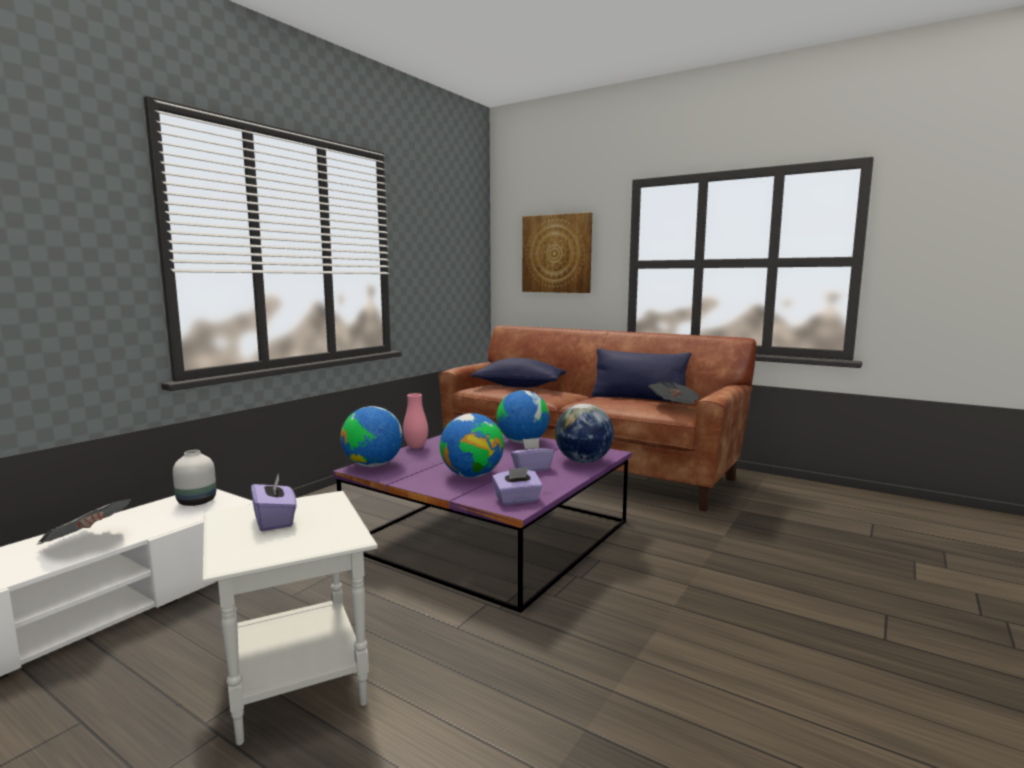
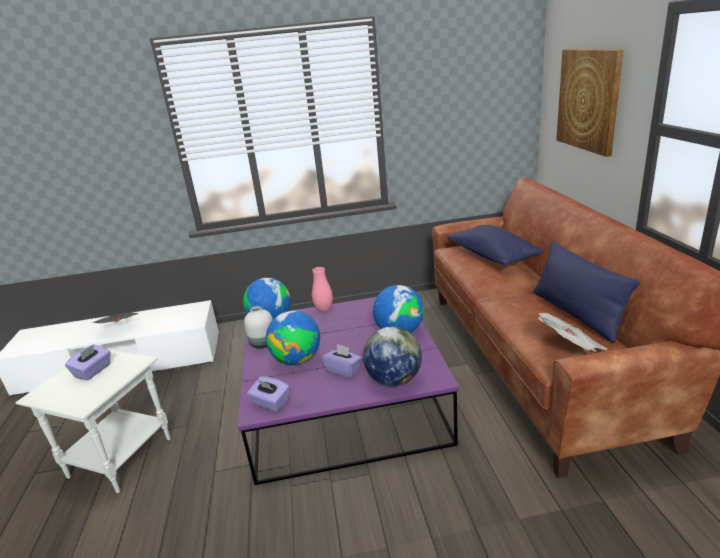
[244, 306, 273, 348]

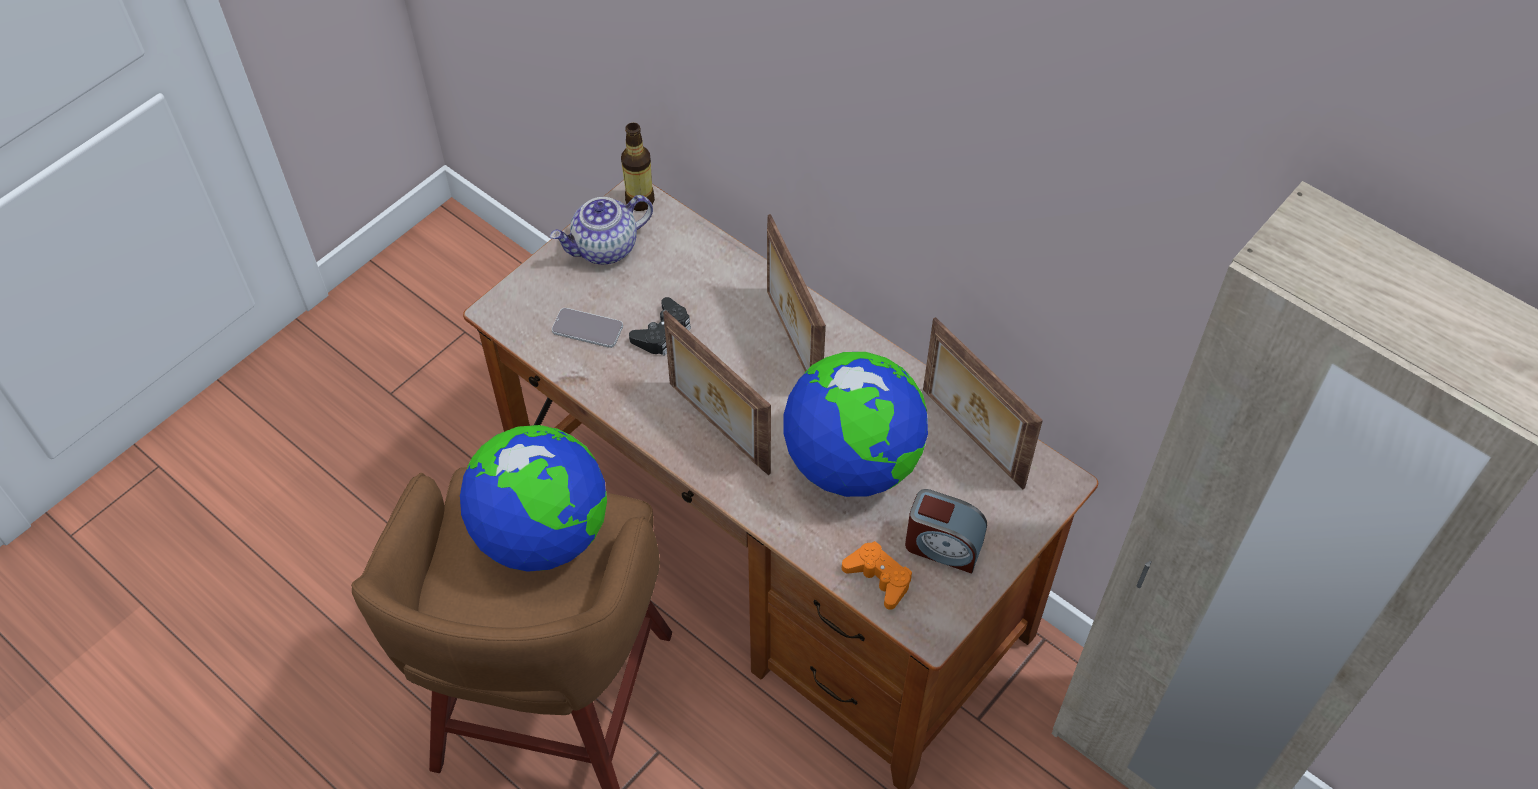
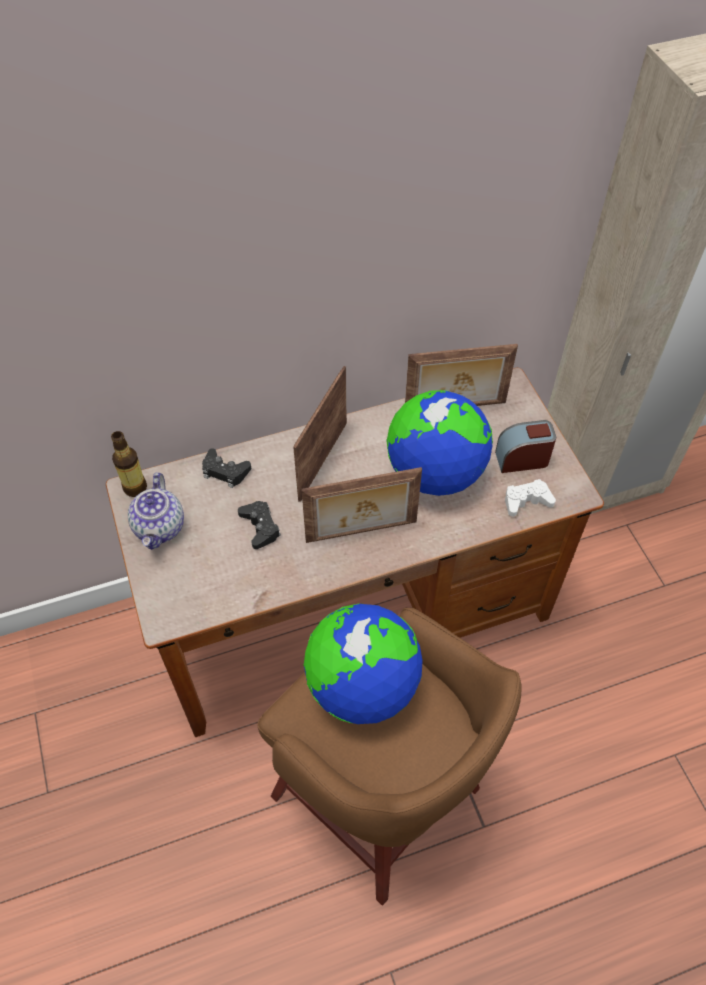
[552, 308, 623, 348] (first image)
[202, 448, 251, 488]
[505, 479, 556, 516]
[293, 366, 347, 502]
[495, 420, 556, 473]

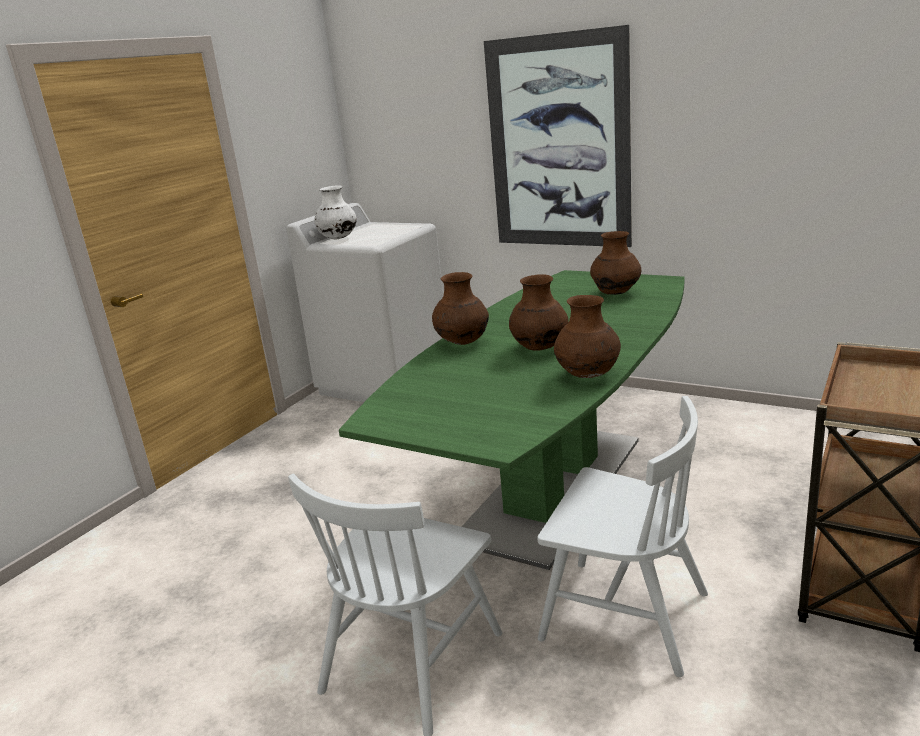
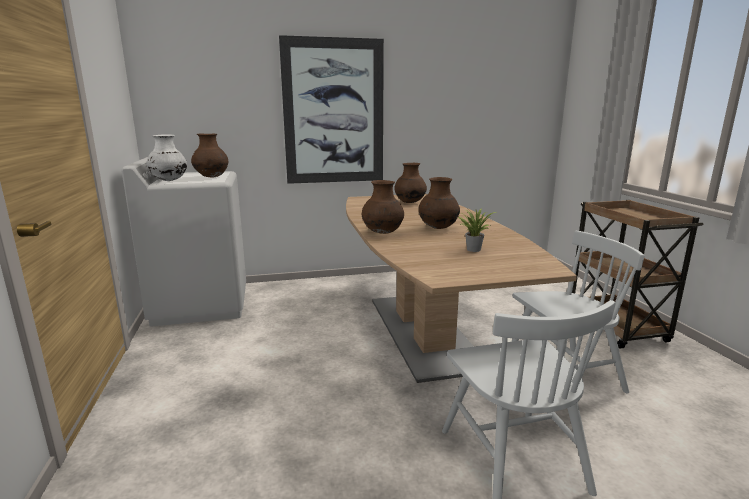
[458, 208, 497, 252]
[191, 134, 228, 177]
[346, 194, 577, 383]

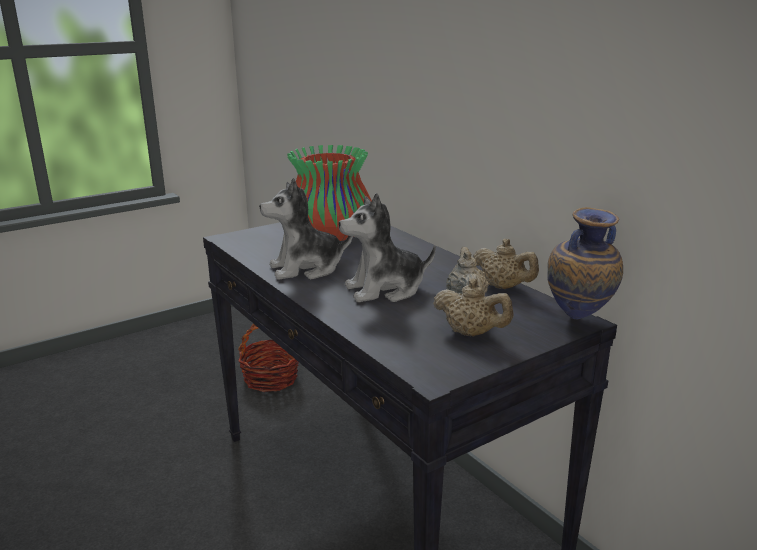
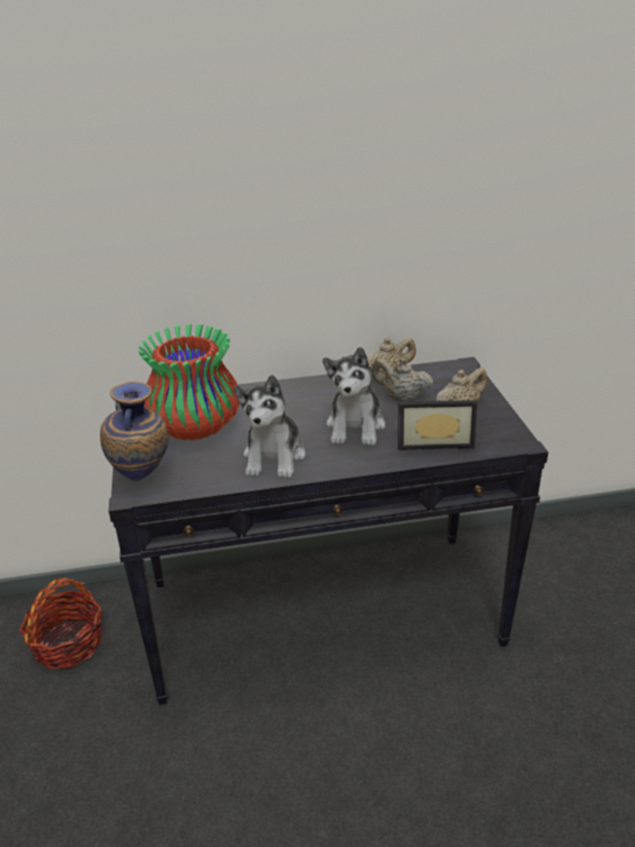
[398, 400, 477, 450]
[100, 381, 168, 481]

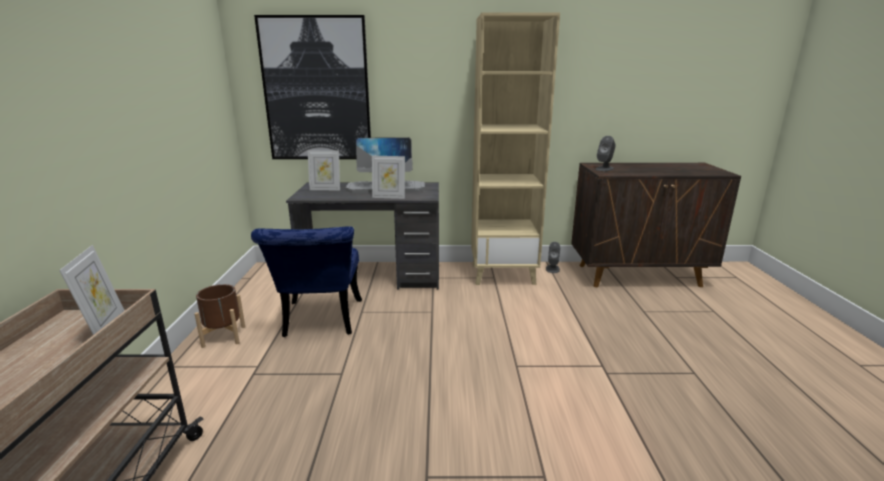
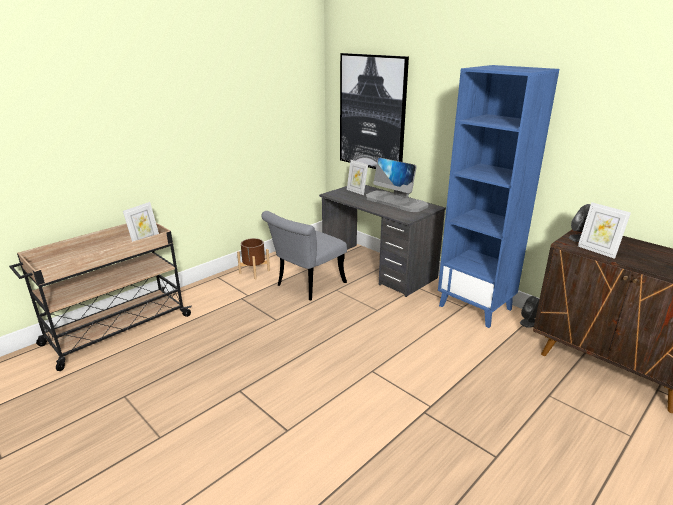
[578, 202, 631, 259]
[261, 211, 347, 300]
[438, 65, 559, 328]

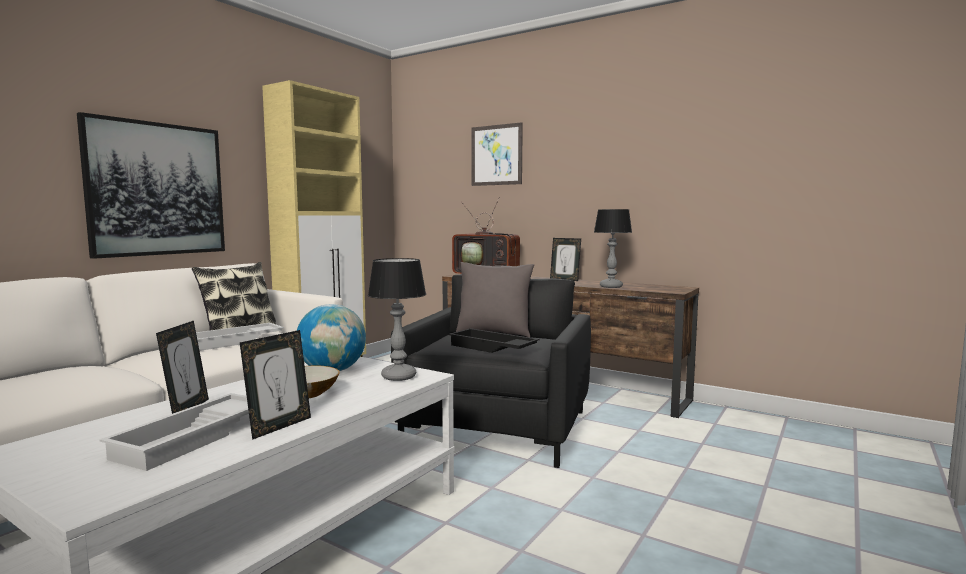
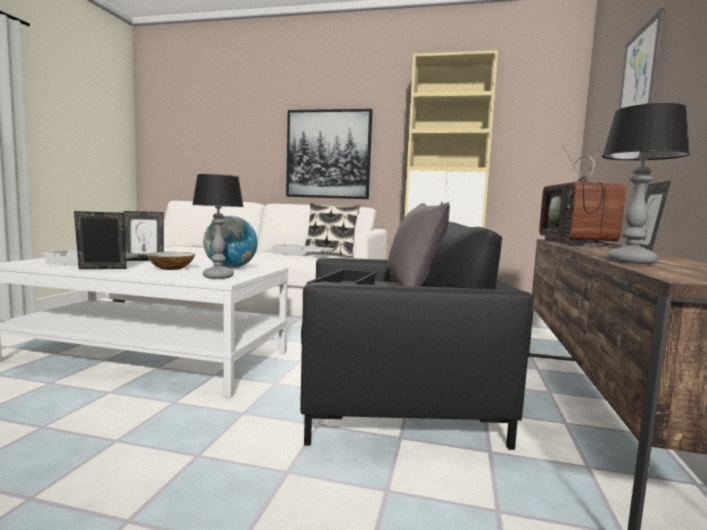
[74, 211, 127, 269]

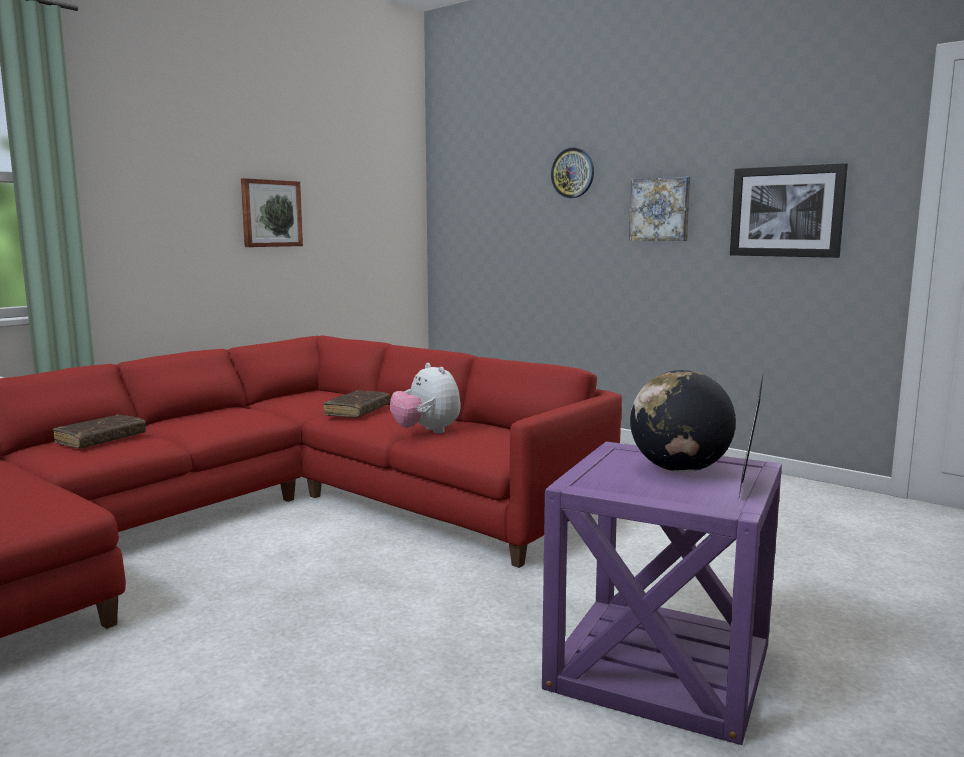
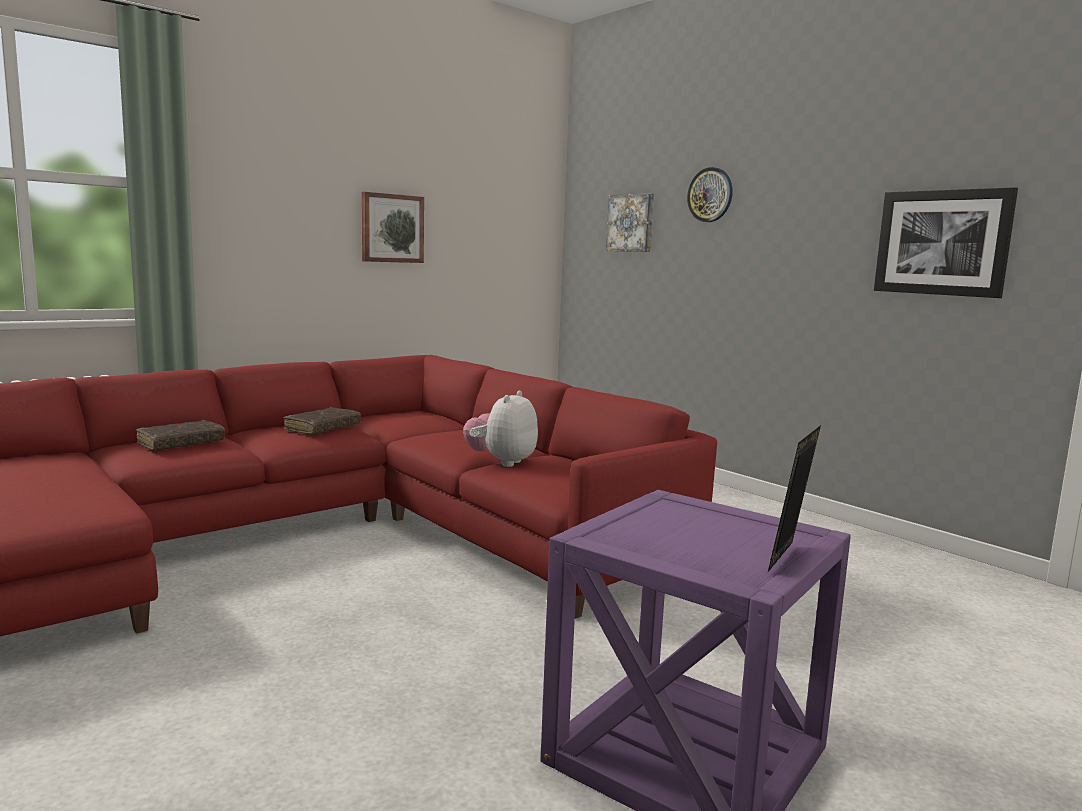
[630, 370, 736, 472] (first image)
[284, 407, 361, 435]
[606, 193, 654, 252]
[463, 391, 538, 467]

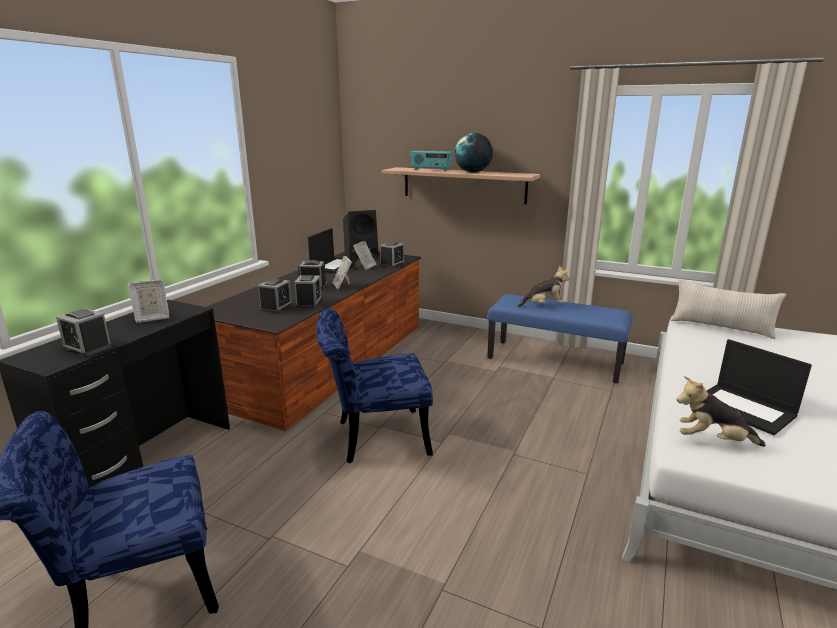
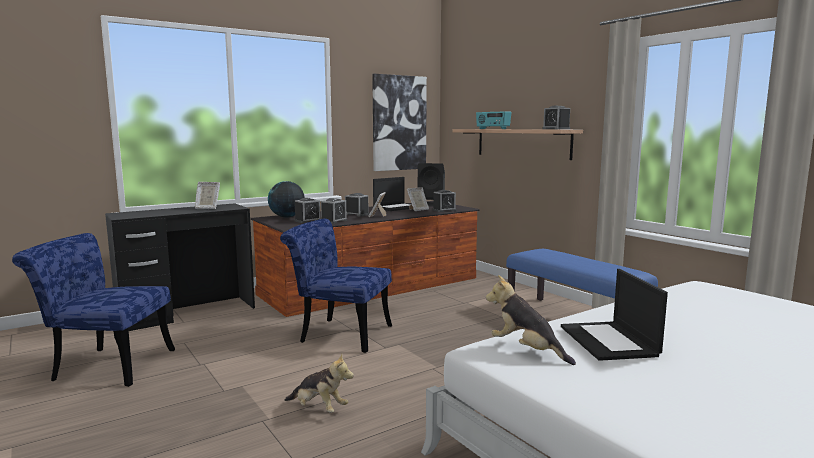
[671, 279, 786, 339] (first image)
[372, 74, 427, 171]
[542, 106, 570, 129]
[268, 181, 305, 218]
[284, 354, 354, 413]

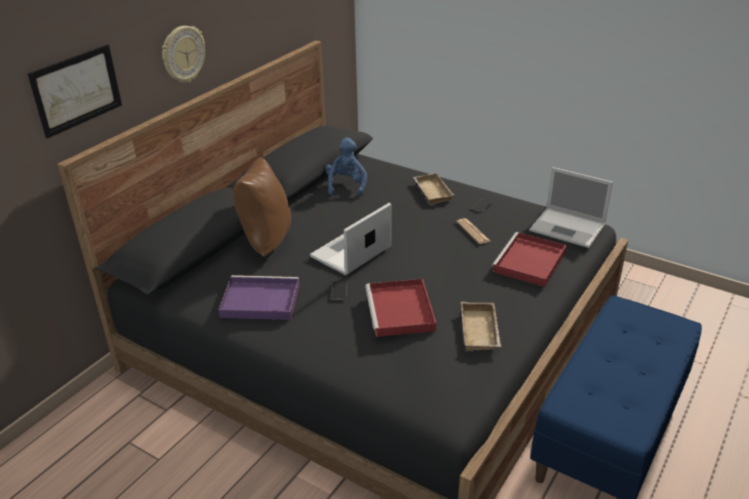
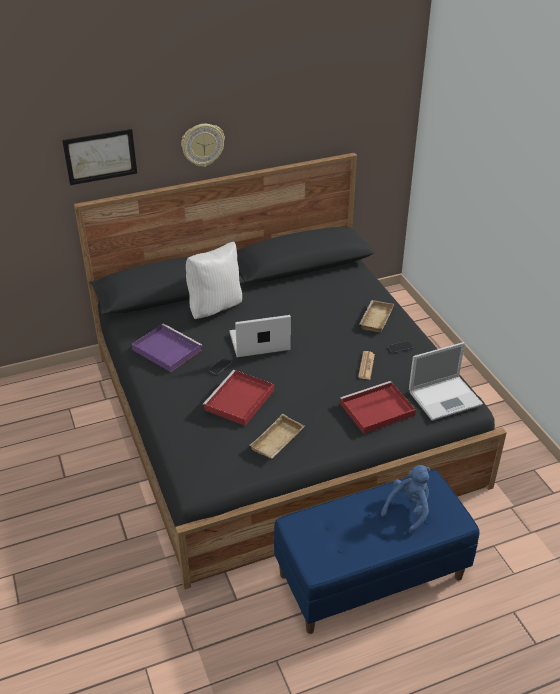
[381, 465, 430, 534]
[186, 242, 242, 319]
[409, 342, 483, 421]

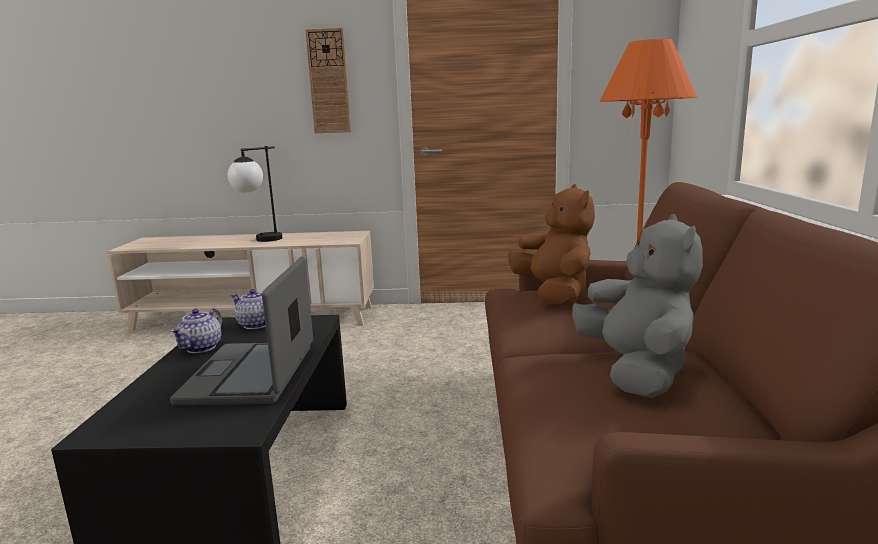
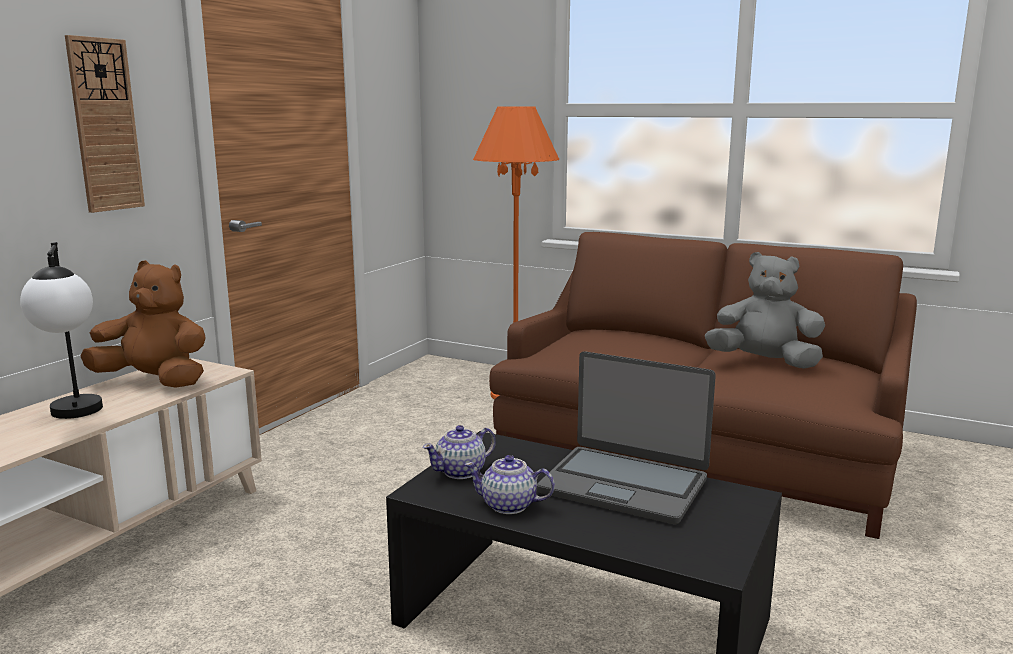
[80, 260, 206, 388]
[465, 455, 555, 514]

